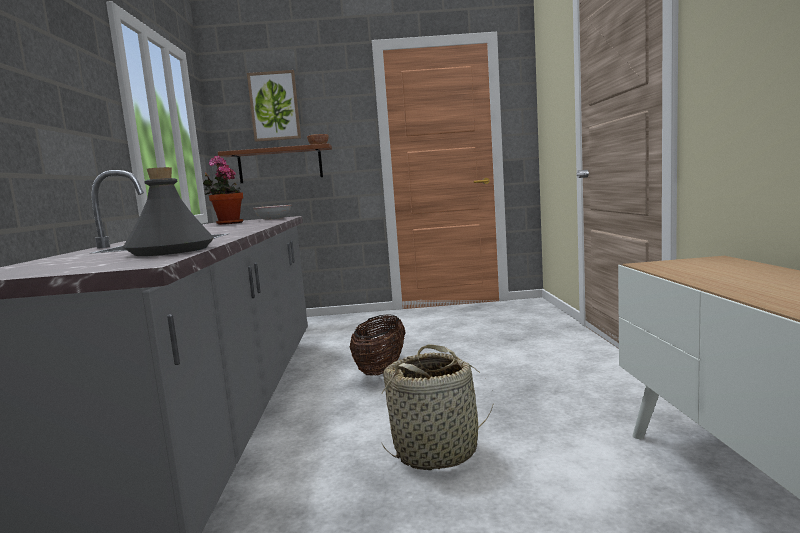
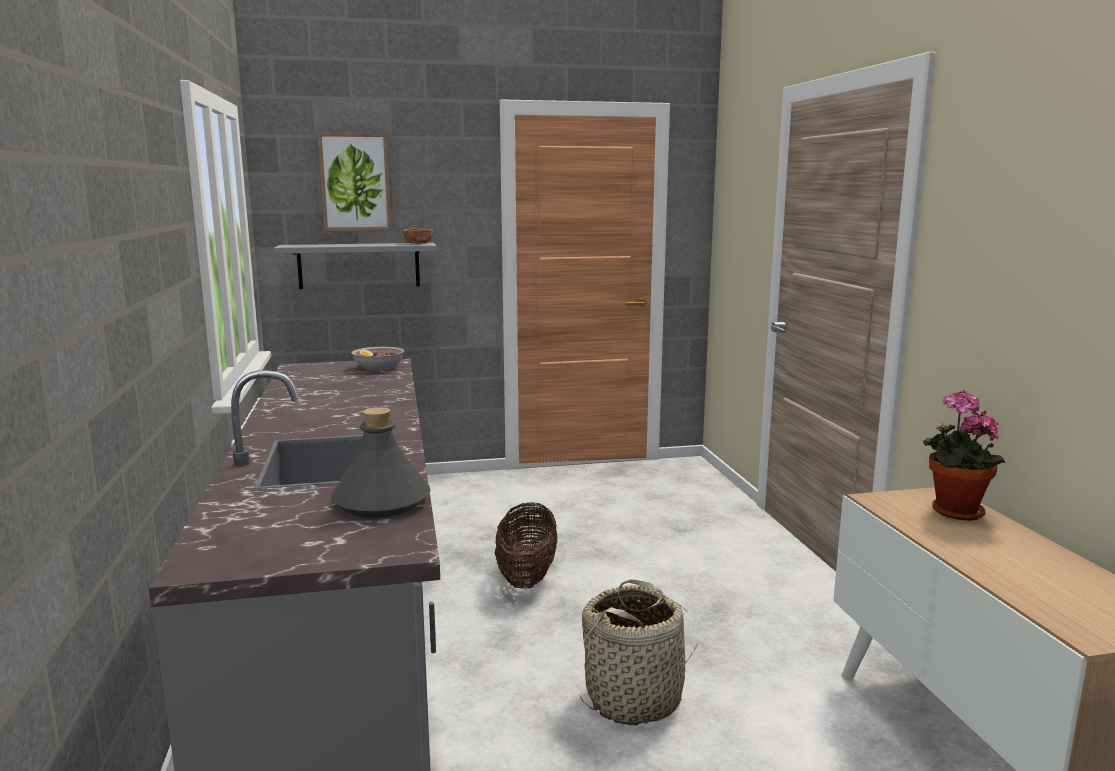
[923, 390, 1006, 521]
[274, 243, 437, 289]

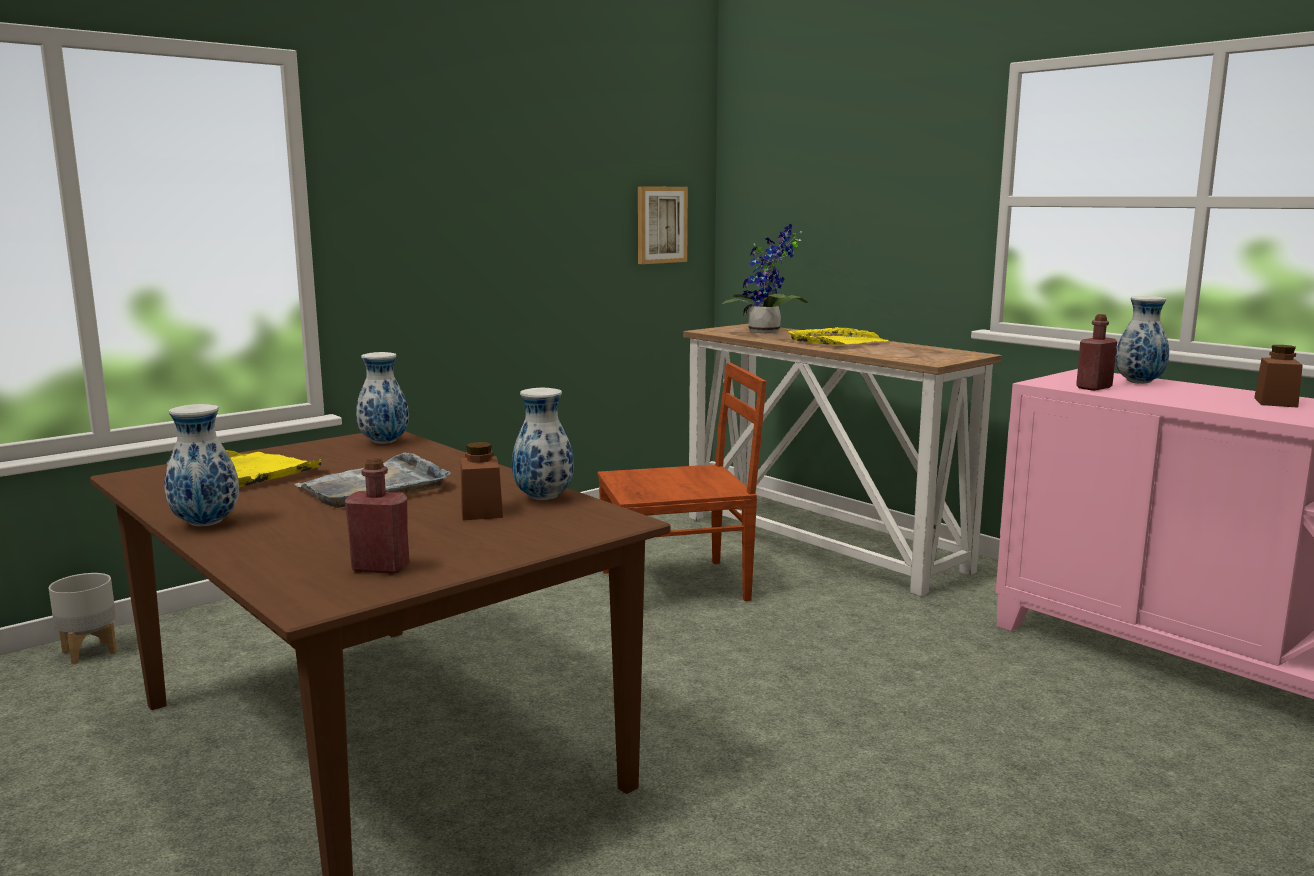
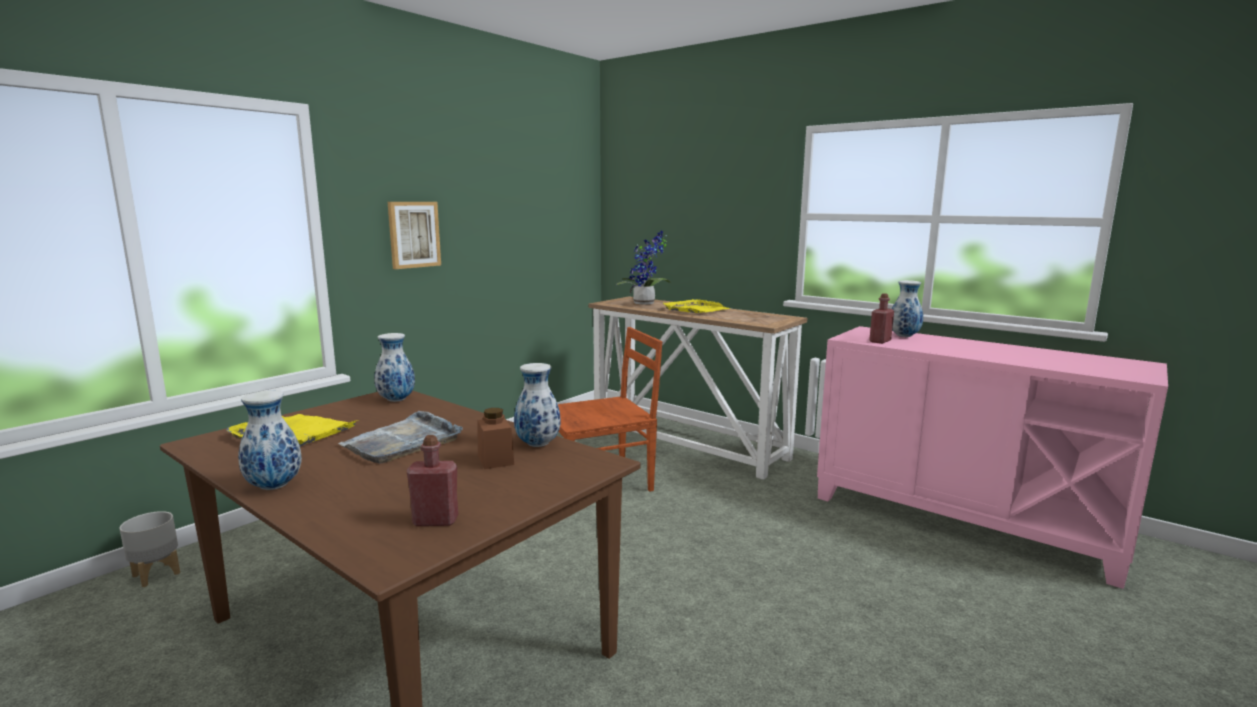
[1254, 345, 1303, 408] (first image)
[388, 202, 441, 269]

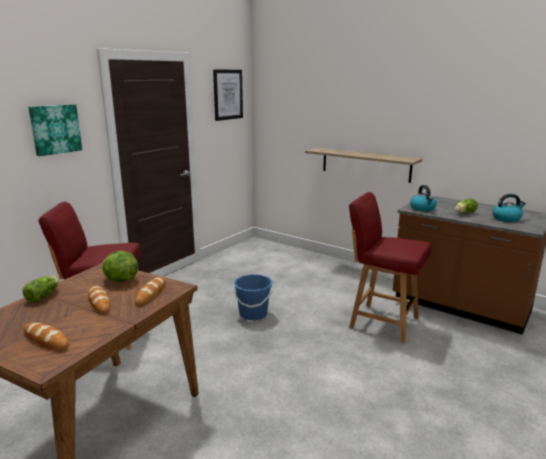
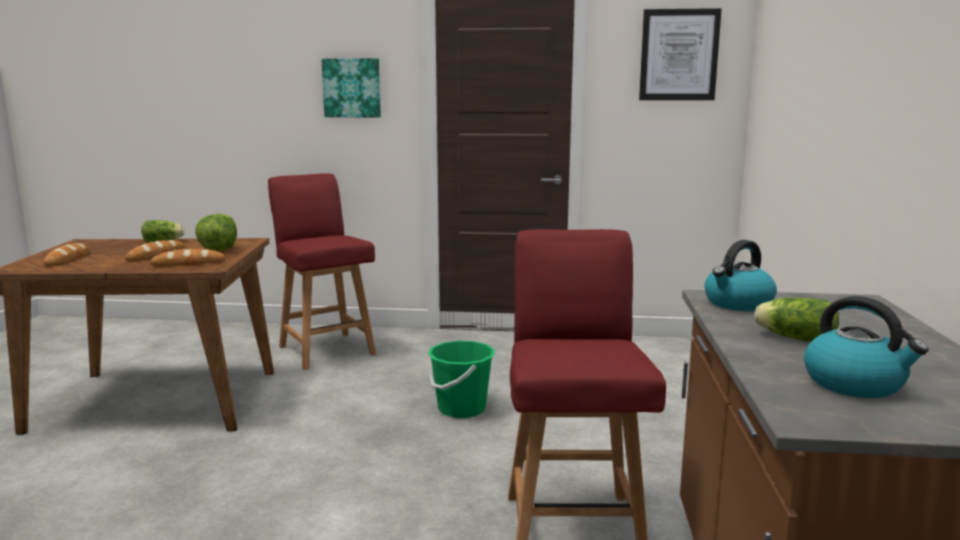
[305, 148, 423, 183] (first image)
[428, 341, 495, 418]

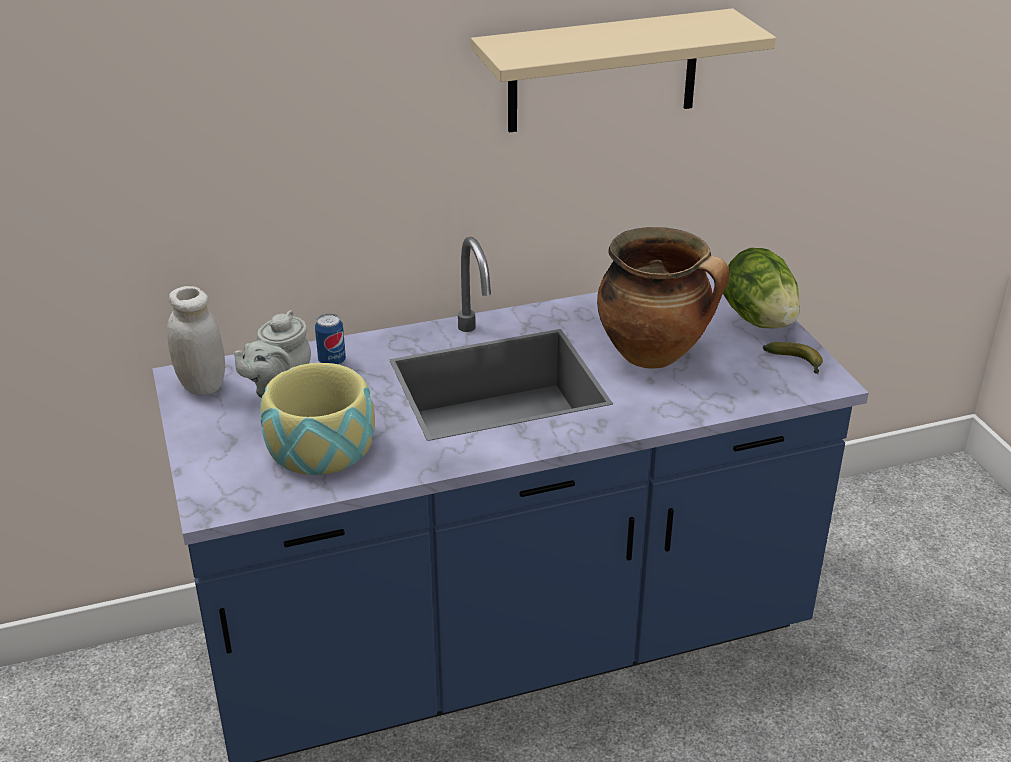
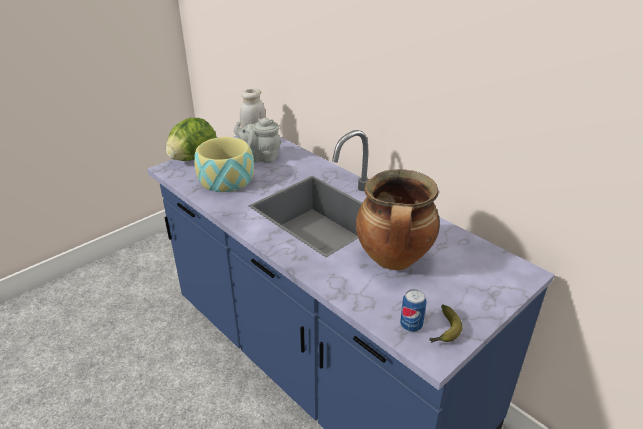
[471, 8, 776, 133] (first image)
[400, 289, 426, 332]
[166, 118, 217, 161]

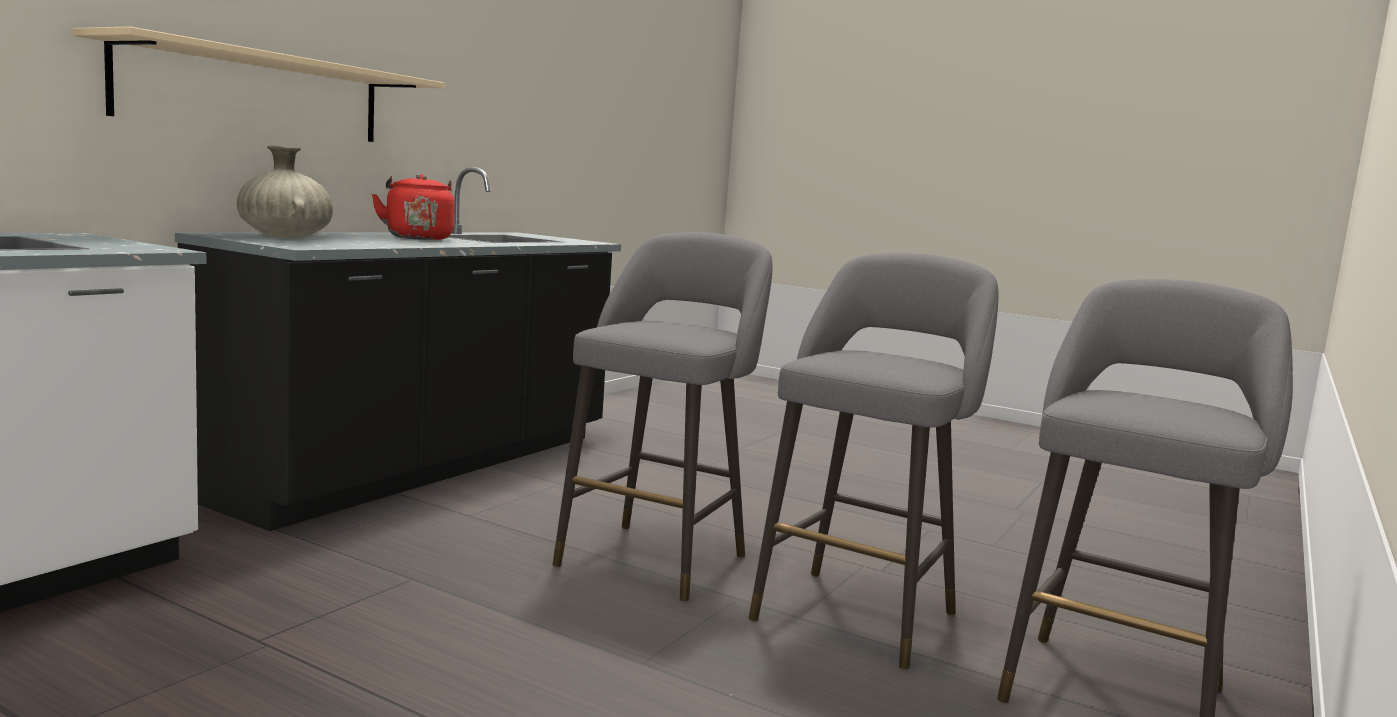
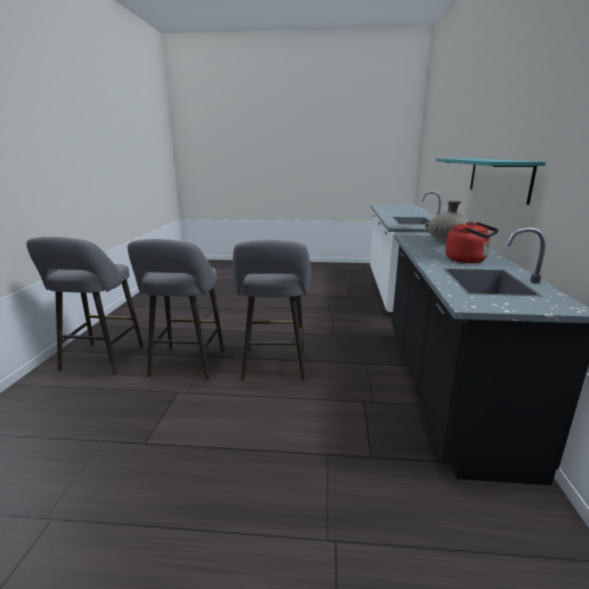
[436, 158, 546, 205]

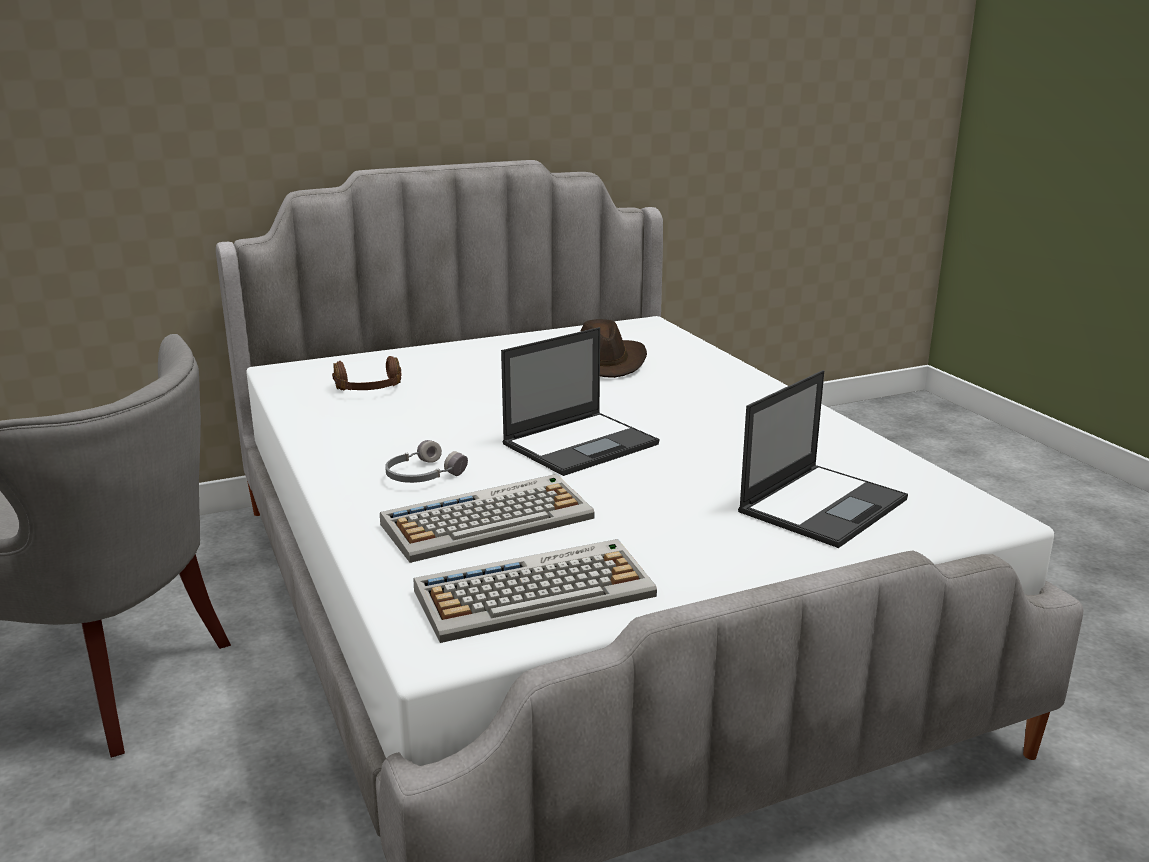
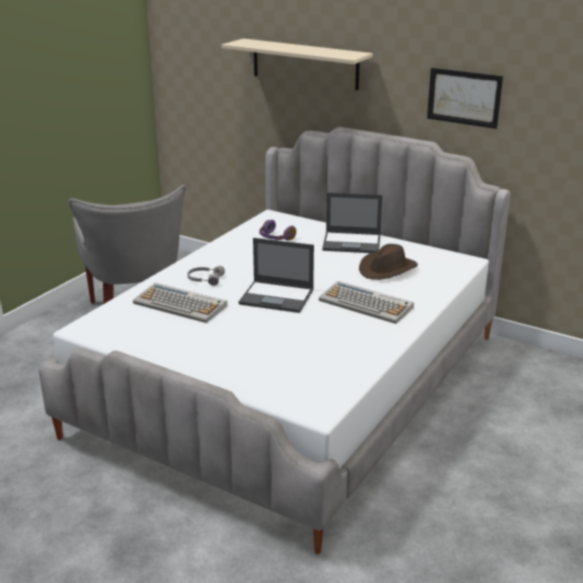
[221, 38, 373, 90]
[427, 68, 503, 129]
[319, 281, 414, 324]
[322, 193, 382, 253]
[259, 220, 296, 240]

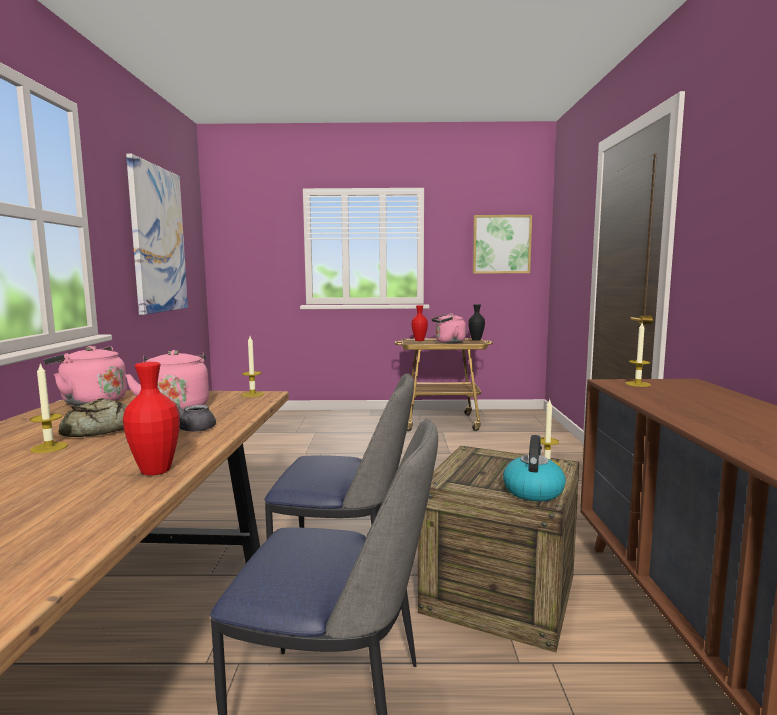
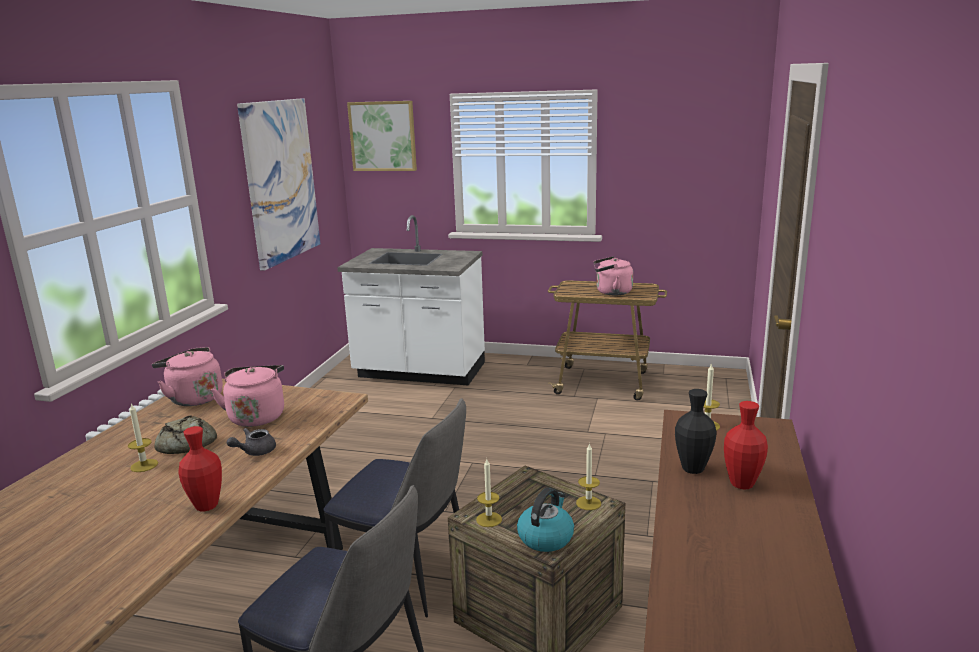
[337, 215, 485, 385]
[476, 459, 502, 527]
[724, 401, 768, 489]
[675, 389, 717, 474]
[347, 101, 417, 171]

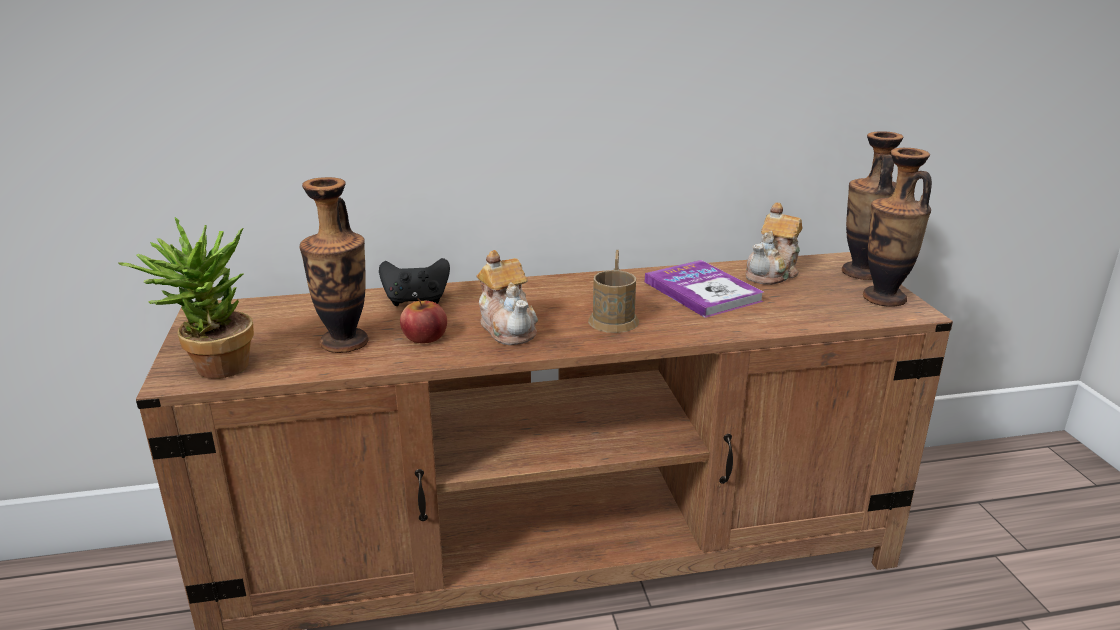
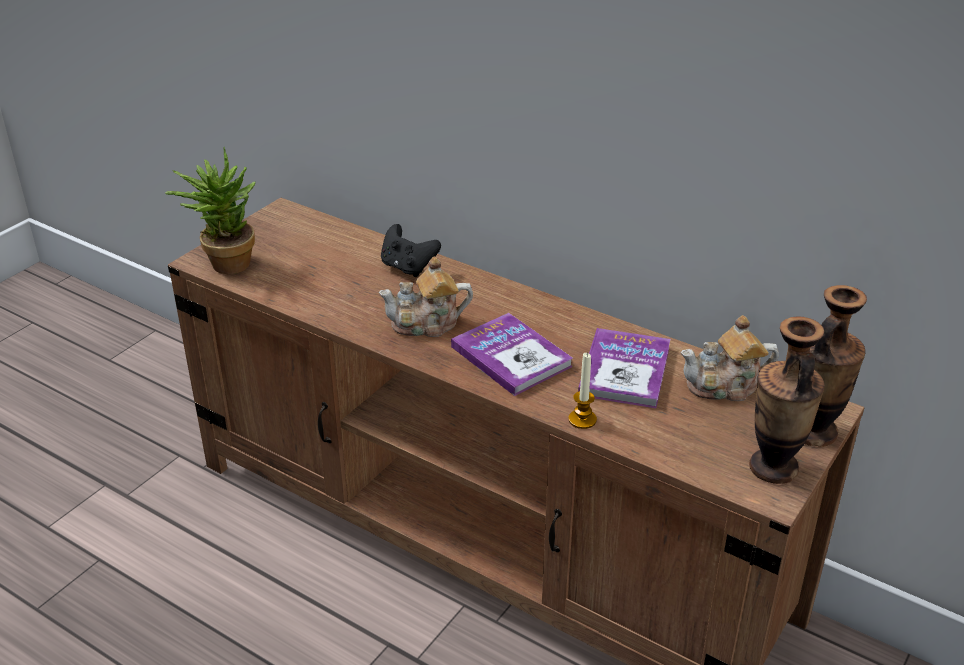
[300, 177, 369, 353] (first image)
[400, 298, 447, 343] (first image)
[568, 353, 597, 429]
[451, 313, 573, 396]
[378, 257, 473, 337]

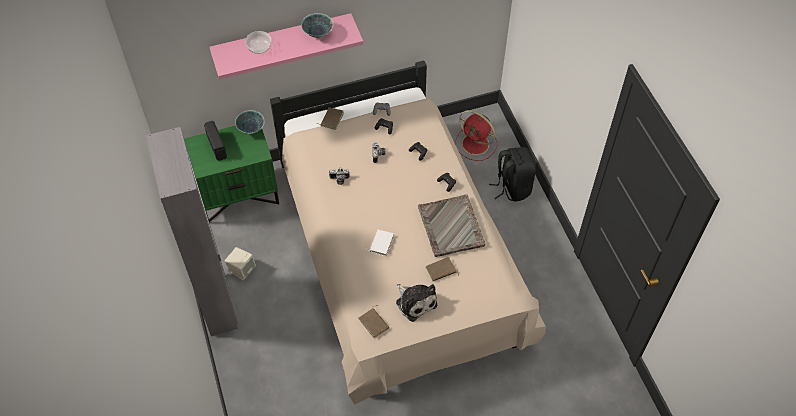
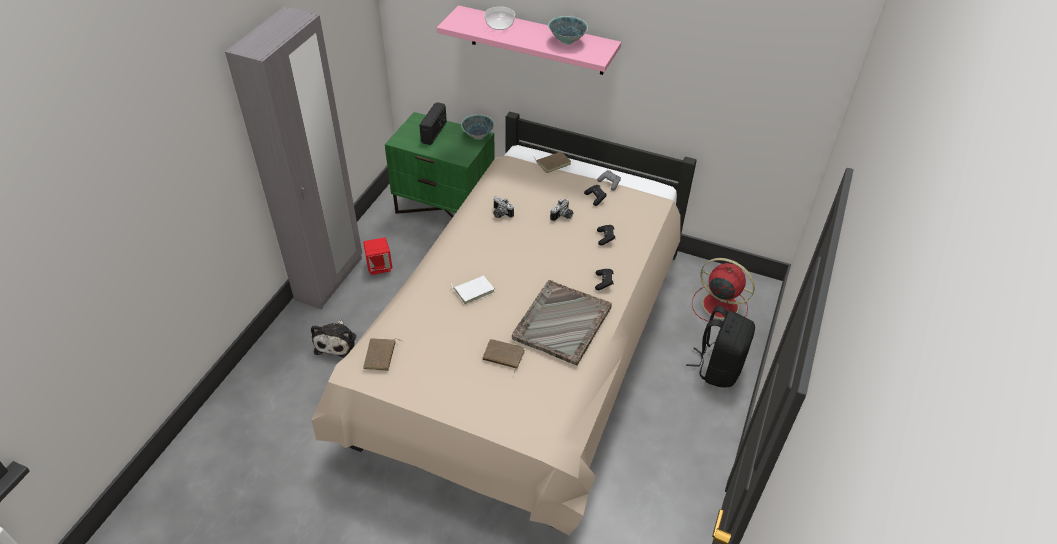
[311, 319, 356, 358]
[363, 237, 392, 275]
[692, 258, 755, 322]

